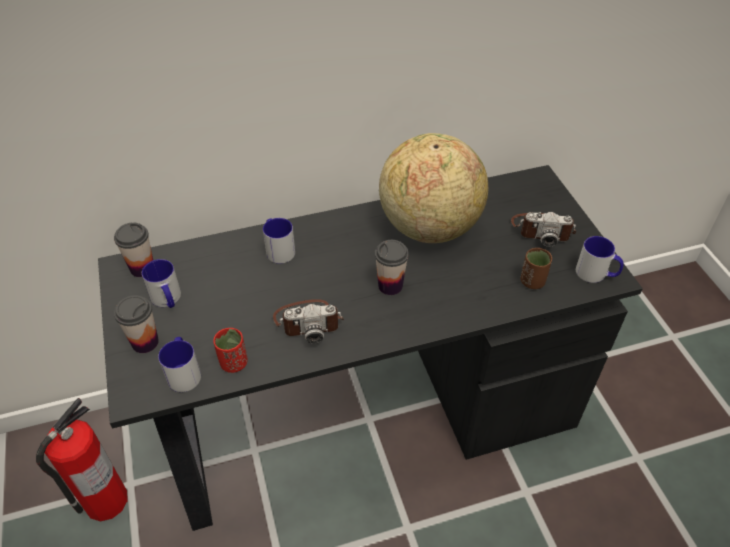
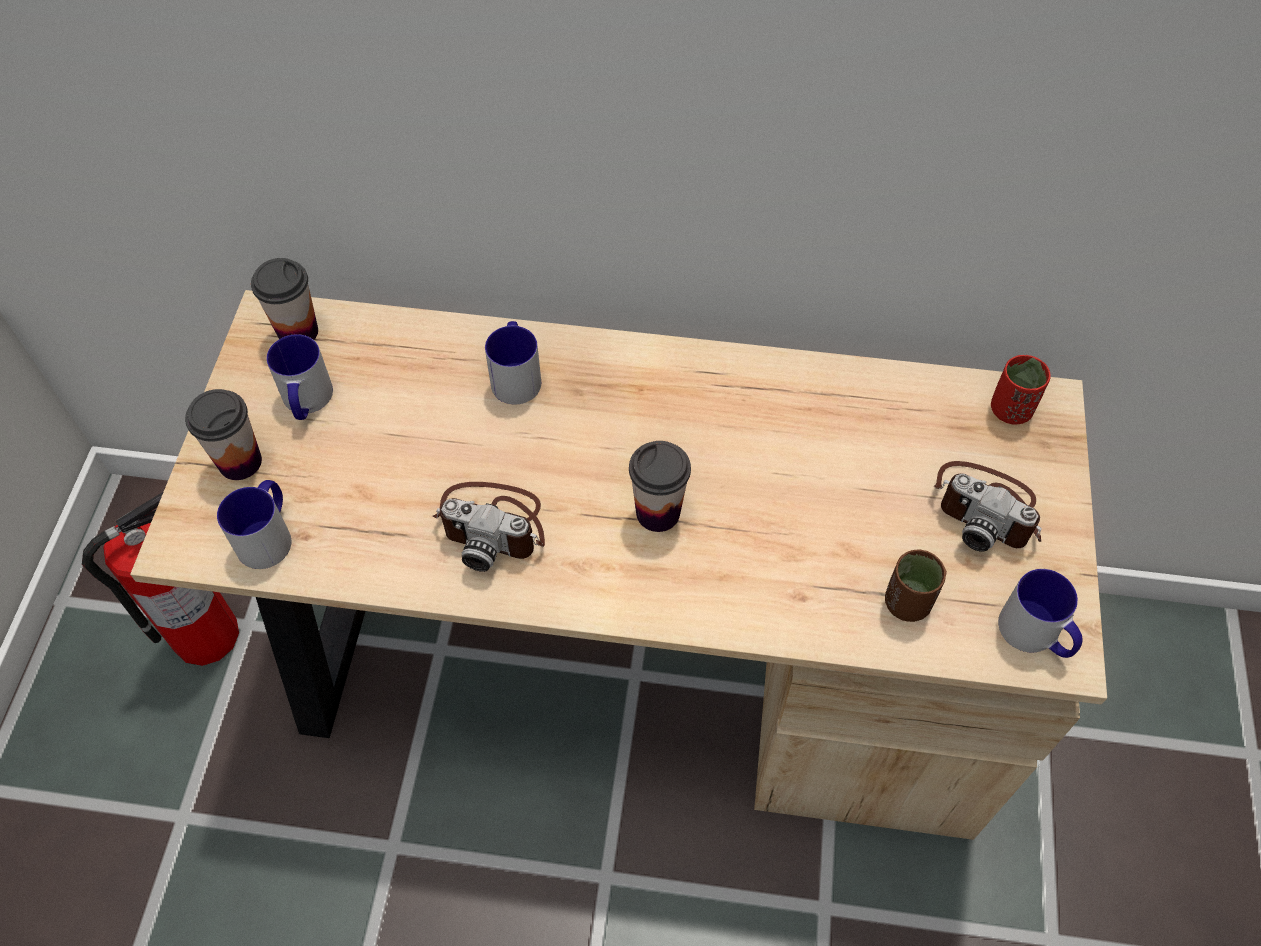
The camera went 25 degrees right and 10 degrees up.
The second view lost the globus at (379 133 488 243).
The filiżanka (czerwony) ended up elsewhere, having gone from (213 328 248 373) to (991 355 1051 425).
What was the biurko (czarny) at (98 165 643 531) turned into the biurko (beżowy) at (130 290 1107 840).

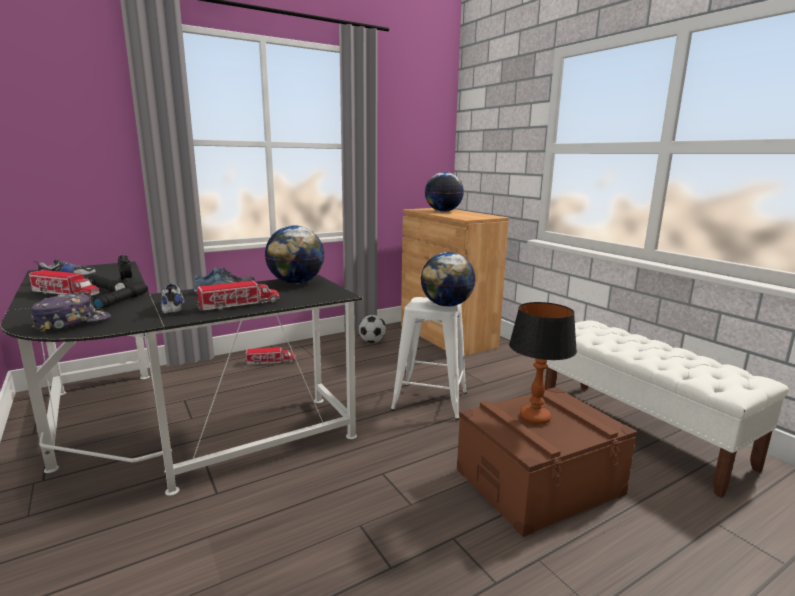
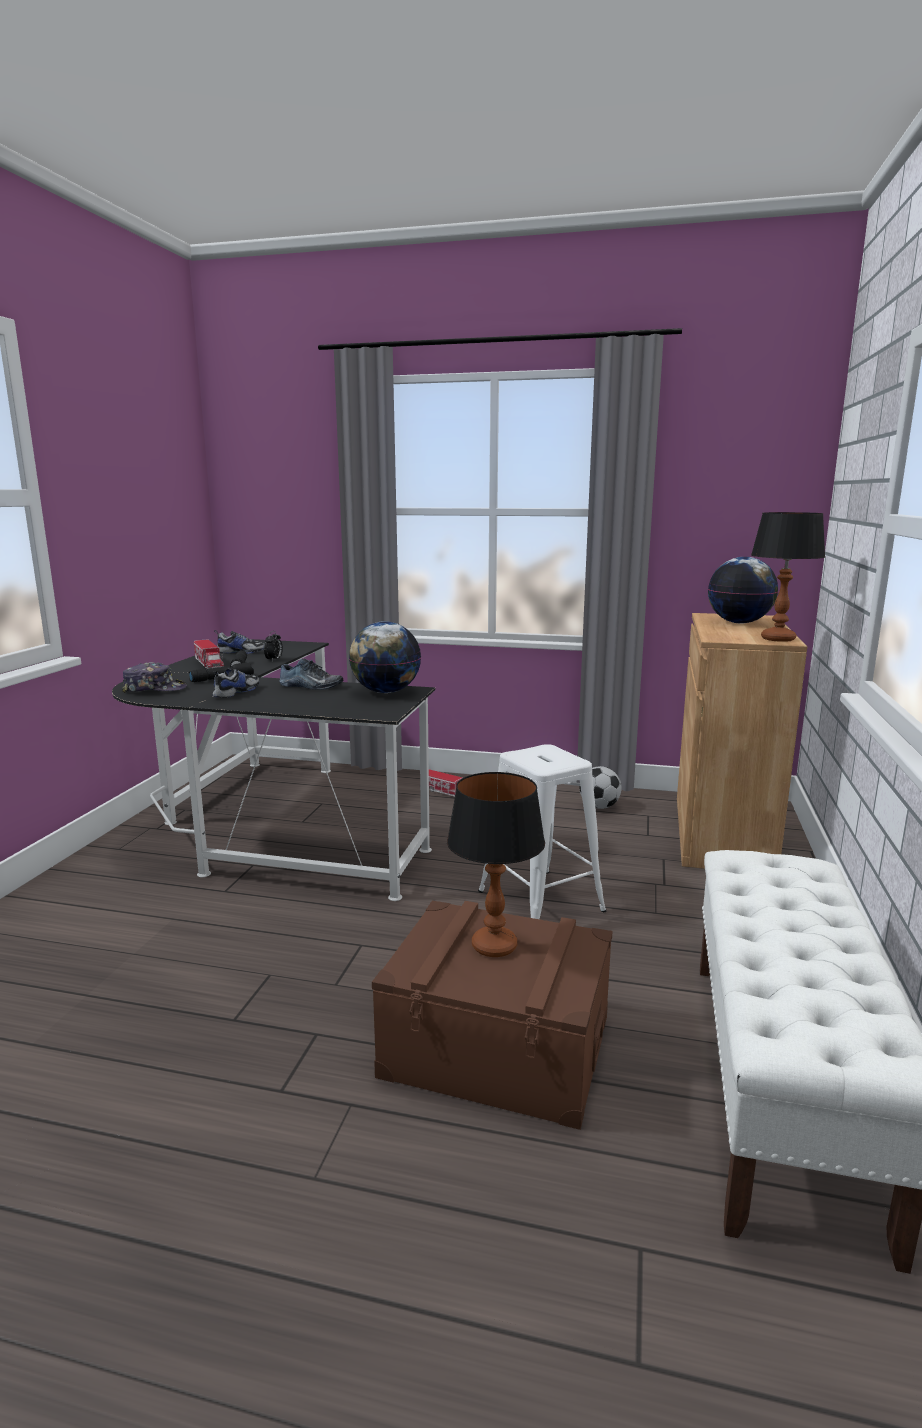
The camera went 45 degrees right and 0 degrees up.
The second view lost the ciężarówka zabawkowa at (196 281 279 311).
The second view lost the globus at (421 252 475 307).
The second view gained the lampa stołowa at (751 512 826 642).

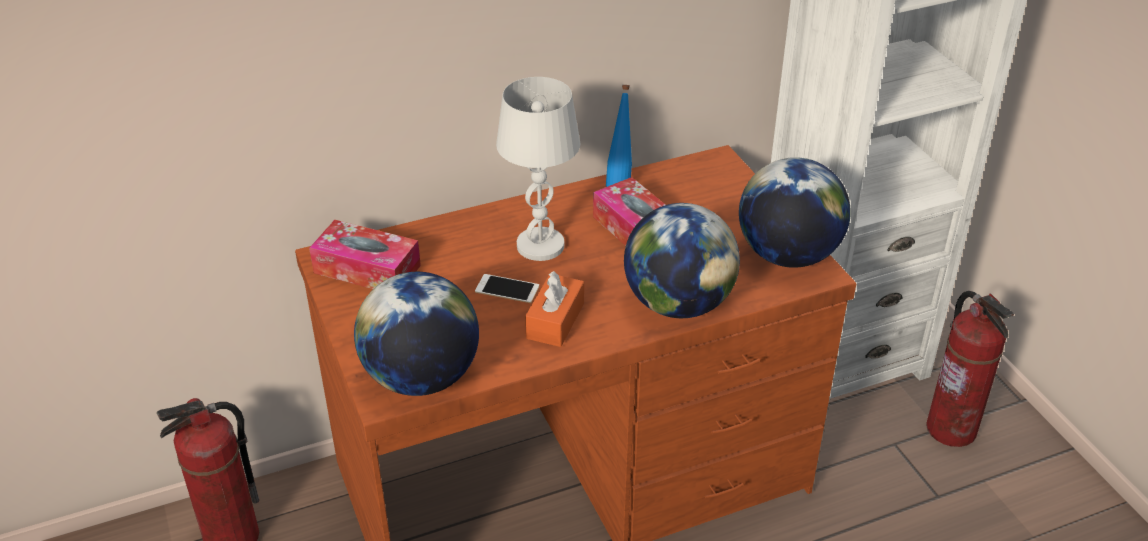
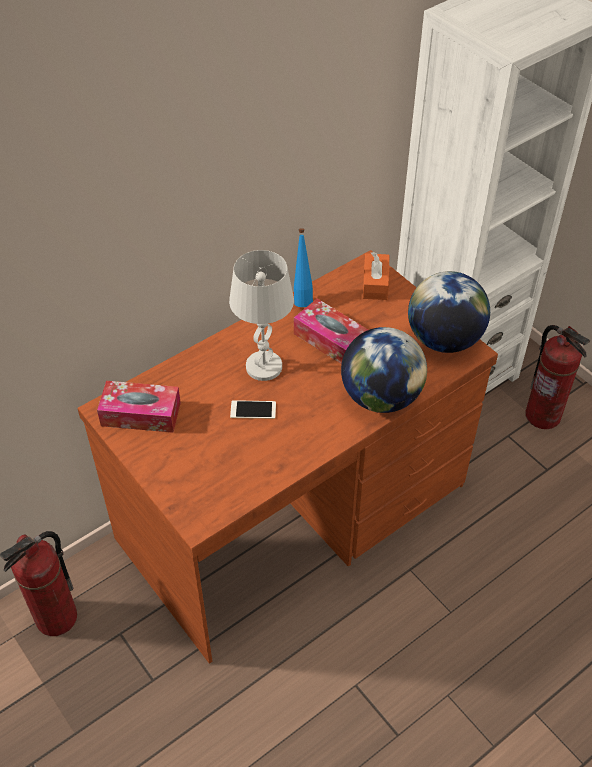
The camera went 15 degrees left and 10 degrees up.
The second view lost the globus at (354 272 479 396).
The pudełko chusteczek (pomarańczowy) ended up elsewhere, having gone from (525 271 584 347) to (363 252 389 300).

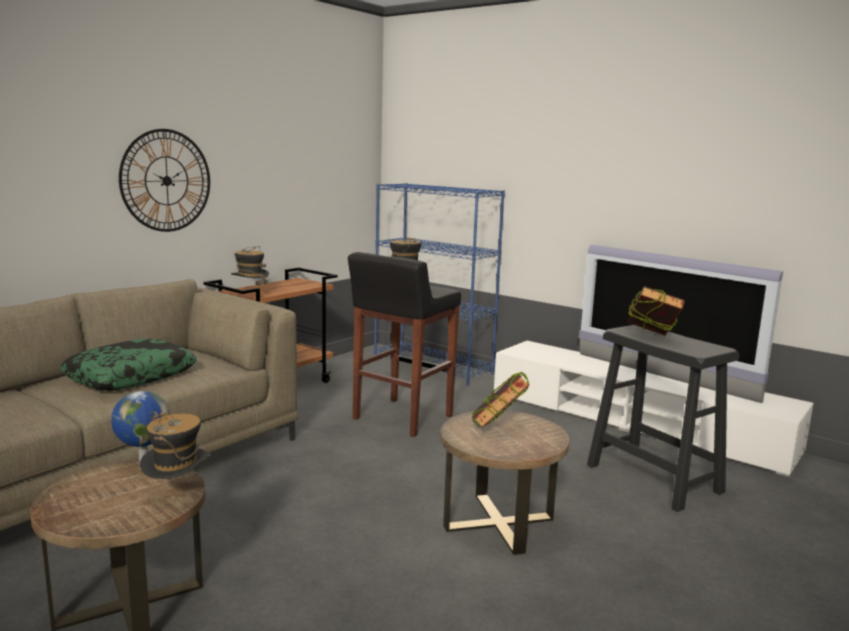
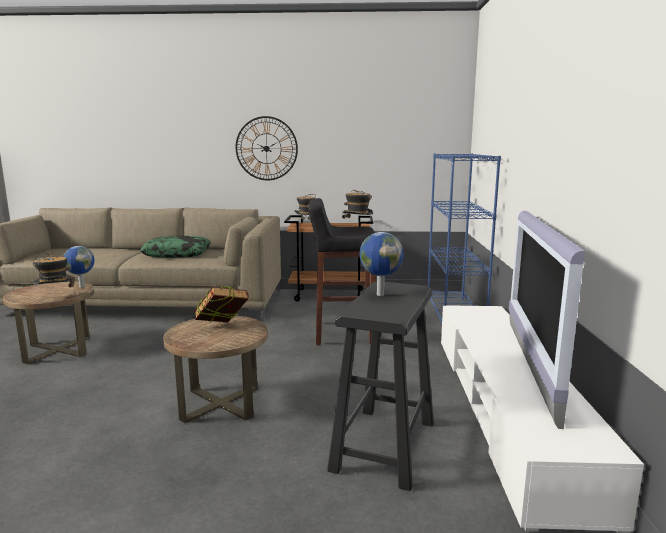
The camera went 55 degrees right and 0 degrees up.
Where the książka stood at (627 286 685 336), the globus came to stand at (360 232 404 296).

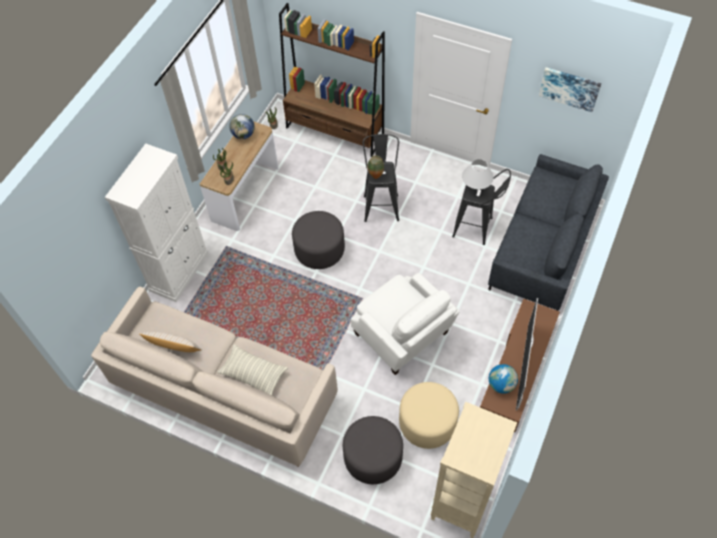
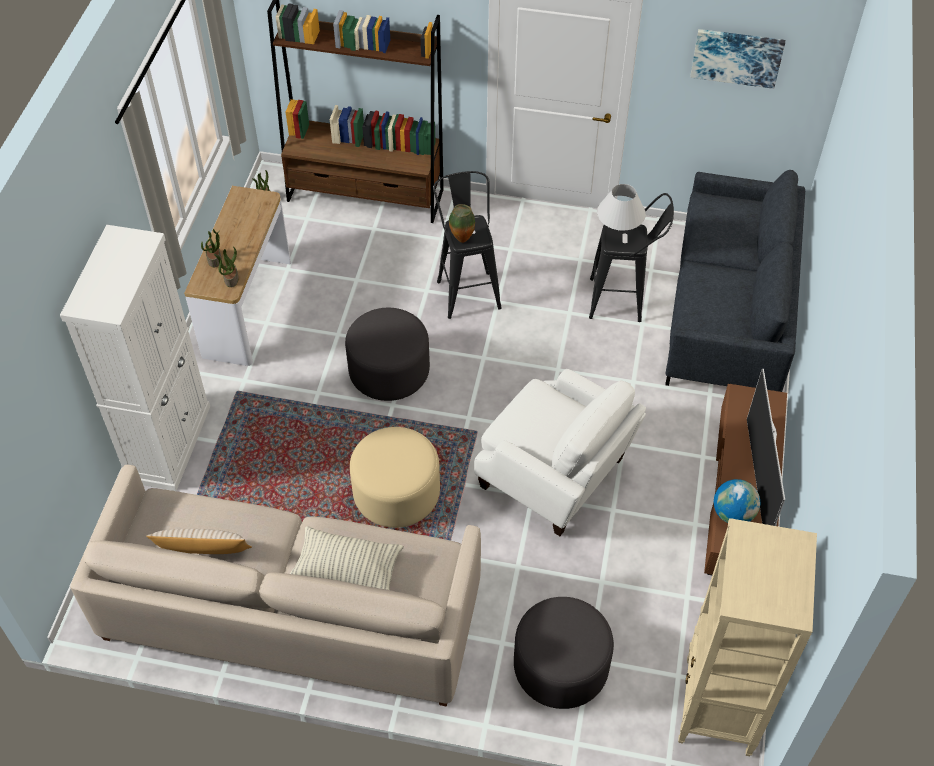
The camera went 15 degrees left and 5 degrees down.
The second view lost the globus at (229 114 255 139).
The pufa (beżowy) ended up elsewhere, having gone from (399 382 459 449) to (350 427 440 528).

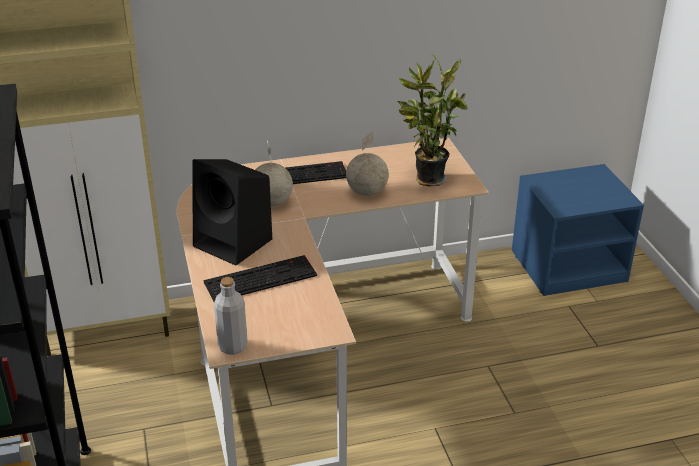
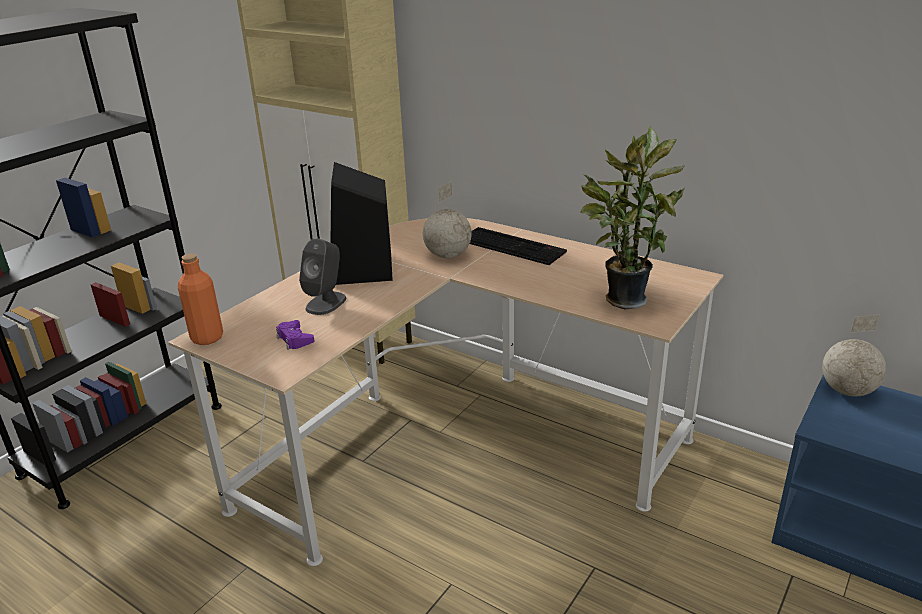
The camera went 50 degrees right and 5 degrees down.
The second view gained the pad do gier (fioletowy) at (276 320 314 350).
The globus ended up elsewhere, having gone from (346 131 389 196) to (822 314 886 396).
Where the klawiatura stood at (204 255 317 302), the głośnik (szary) came to stand at (299 238 346 315).
What was the butelka (szary) at (214 277 248 355) turned into the butelka (pomarańczowy) at (178 253 223 345).

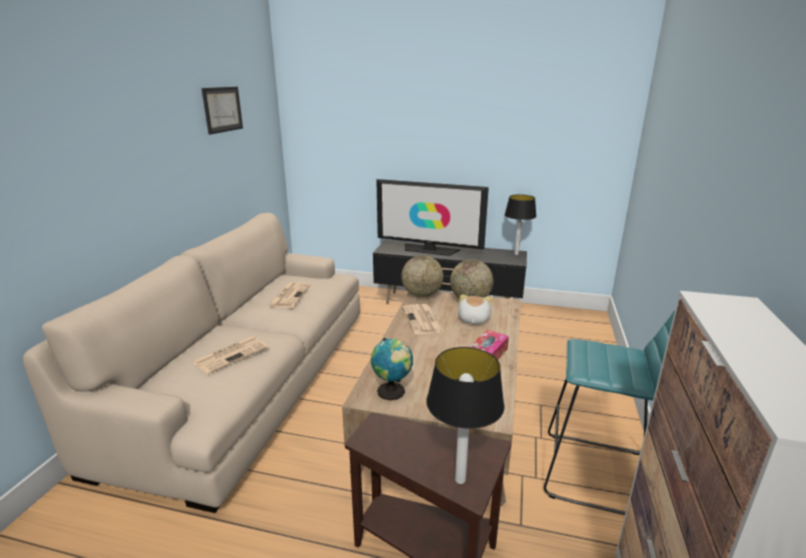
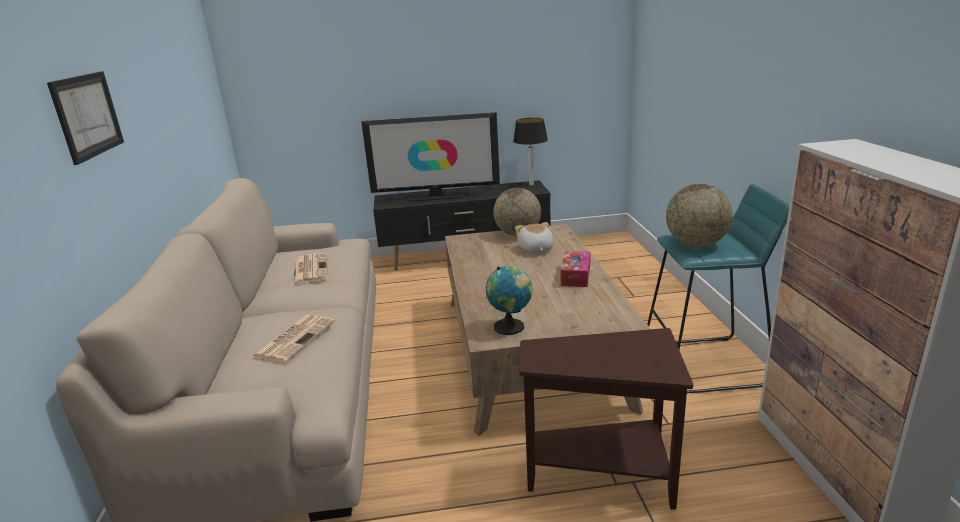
The camera went 20 degrees left and 0 degrees up.
The second view lost the gazeta at (403 304 444 335).
The second view lost the lampa stołowa at (426 347 504 484).
The obraz ended up elsewhere, having gone from (201 87 243 135) to (47 71 124 165).
The globus ended up elsewhere, having gone from (401 255 443 298) to (666 184 733 247).

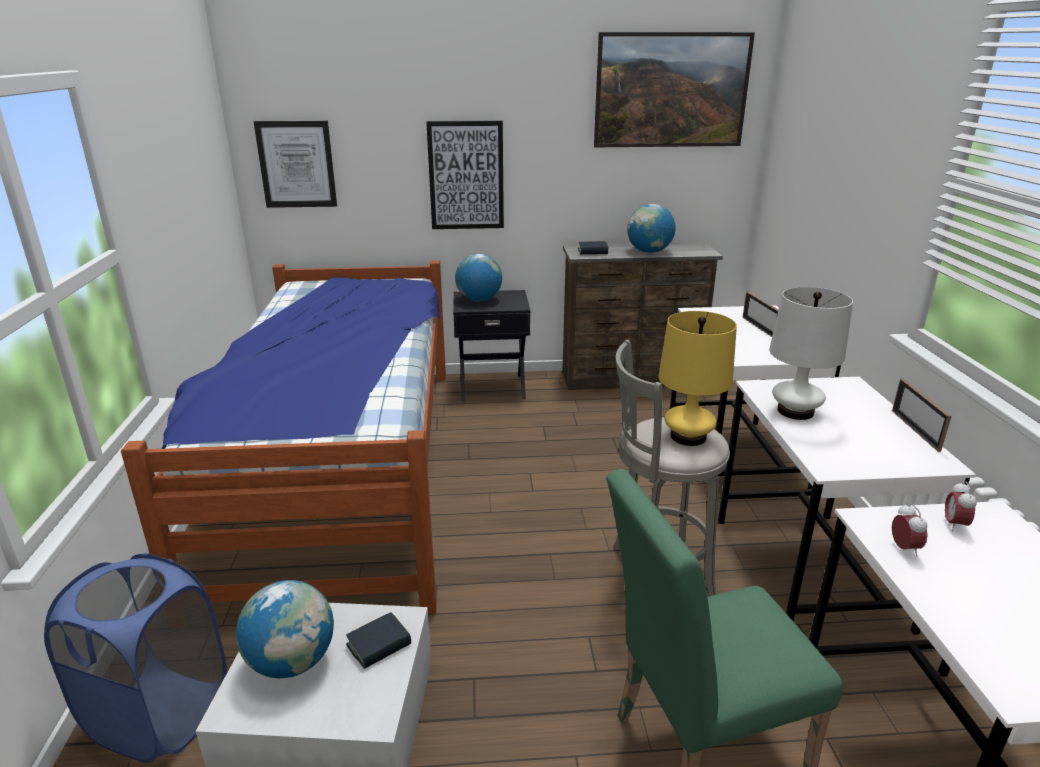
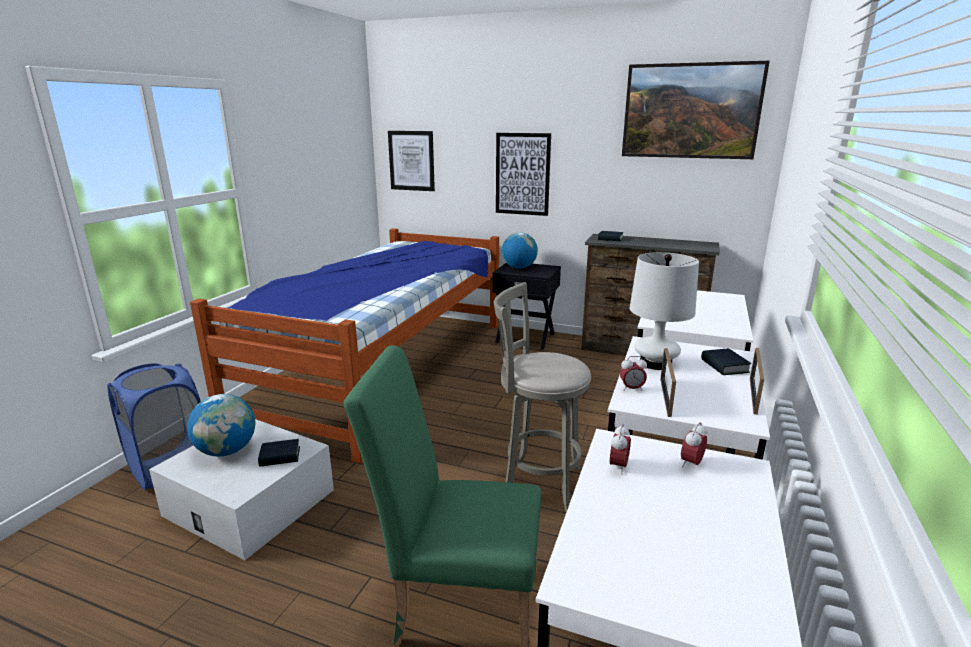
The camera went 25 degrees right and 5 degrees down.
The second view lost the globus at (627 204 676 253).
The second view lost the lampa stołowa (żółty) at (658 311 737 446).
The second view gained the budzik at (620 356 647 391).
The second view gained the książka at (701 349 752 375).
The ramka na zdjęcie ended up elsewhere, having gone from (743 291 779 337) to (660 348 676 417).

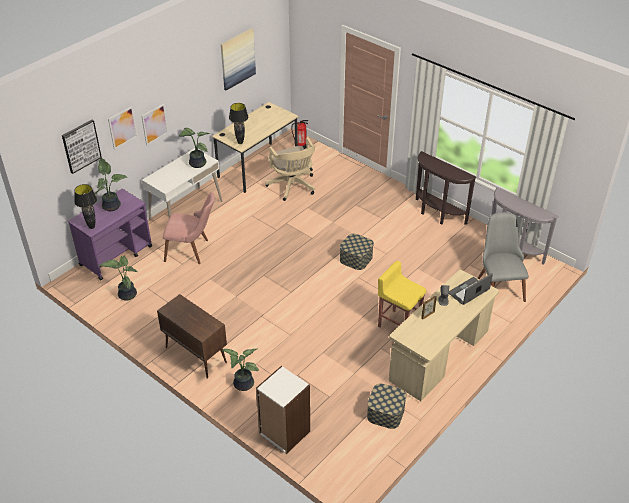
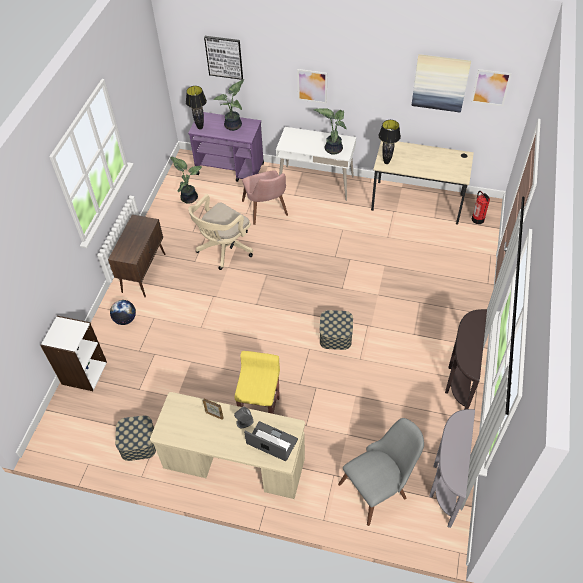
The camera went 65 degrees right and 10 degrees up.
The obraz ended up elsewhere, having gone from (108 106 138 150) to (471 69 512 106).
The krzesło biurowe (beżowy) ended up elsewhere, having gone from (265 137 315 201) to (188 194 253 270).
Where the roślina doniczkowa stood at (221 349 259 391), the globus came to stand at (110 300 136 325).

